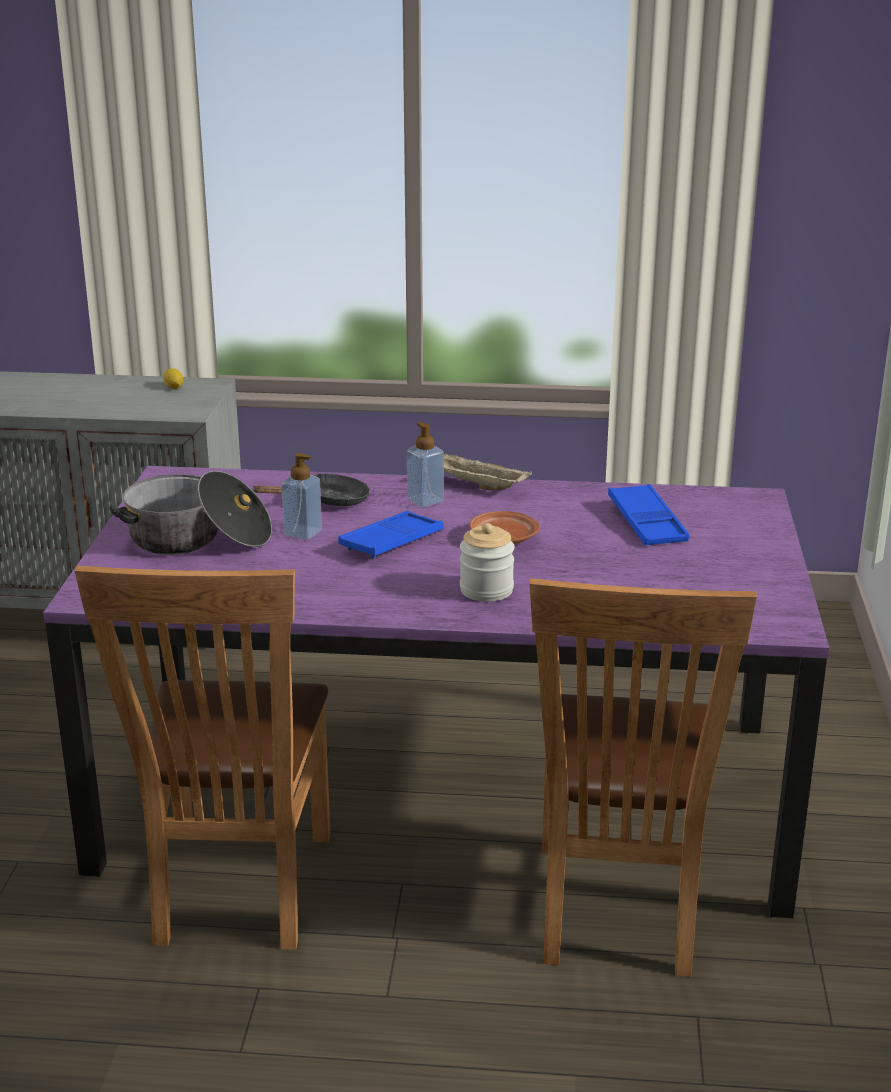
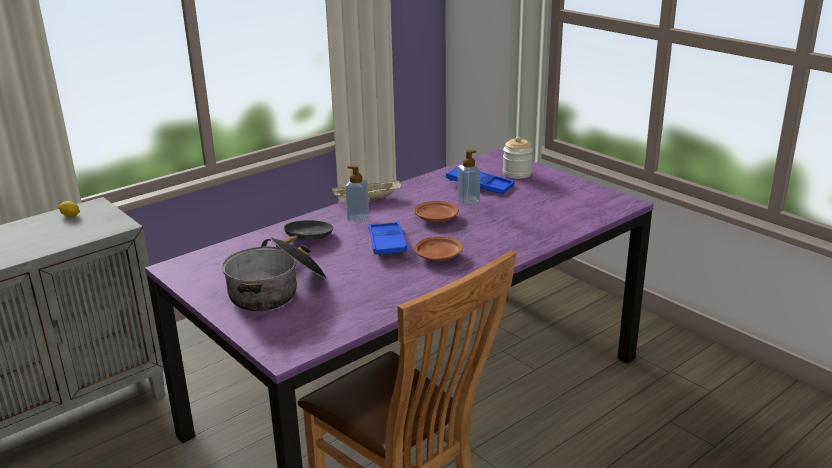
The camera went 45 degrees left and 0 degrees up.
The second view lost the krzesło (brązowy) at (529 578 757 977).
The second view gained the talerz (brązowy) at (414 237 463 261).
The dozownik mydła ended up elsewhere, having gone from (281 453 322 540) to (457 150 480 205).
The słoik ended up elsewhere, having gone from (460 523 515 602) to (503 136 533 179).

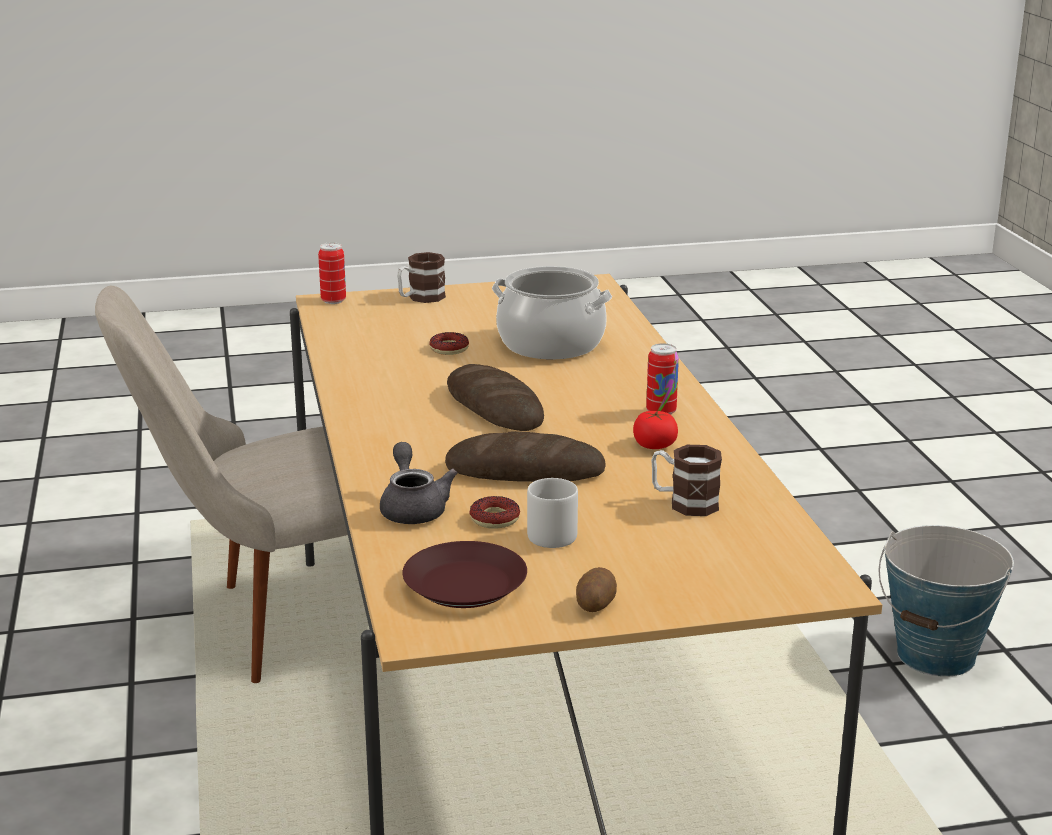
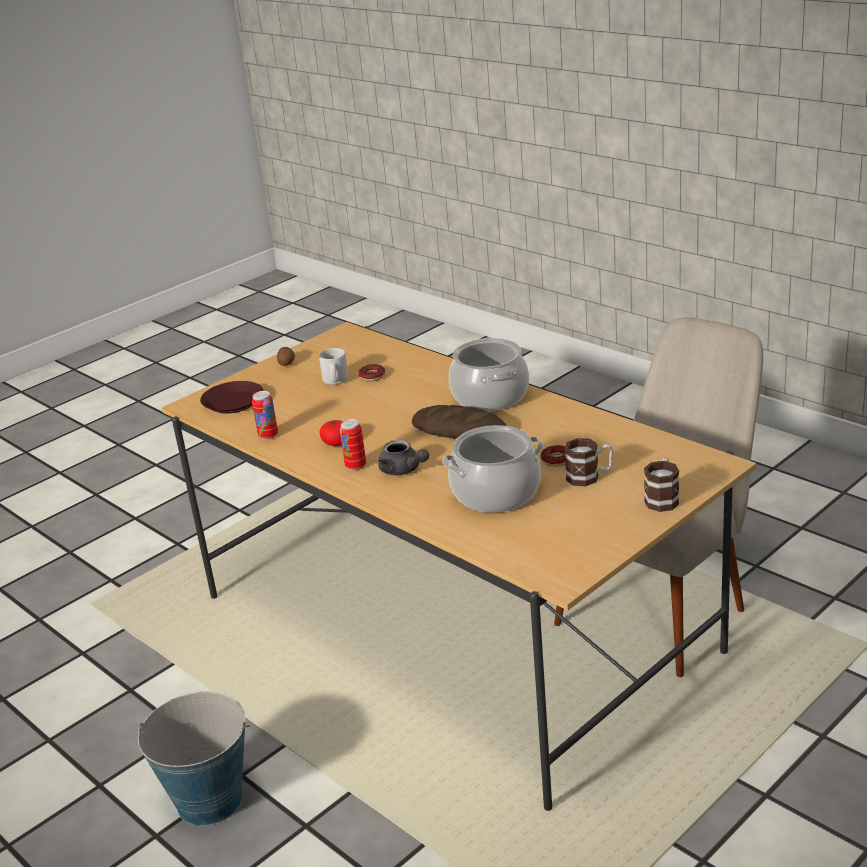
The camera went 150 degrees right and 5 degrees up.
The second view lost the chleb at (445 431 606 482).
The second view gained the garnek at (449 338 529 411).
The puszka ended up elsewhere, having gone from (318 242 346 304) to (252 391 278 440).
The imbryk (szary) ended up elsewhere, having gone from (380 442 458 524) to (378 440 429 475).
The talerz (brązowy) ended up elsewhere, having gone from (402 541 527 608) to (200 381 263 413).
The kubek ended up elsewhere, having gone from (651 445 722 516) to (565 438 613 486).

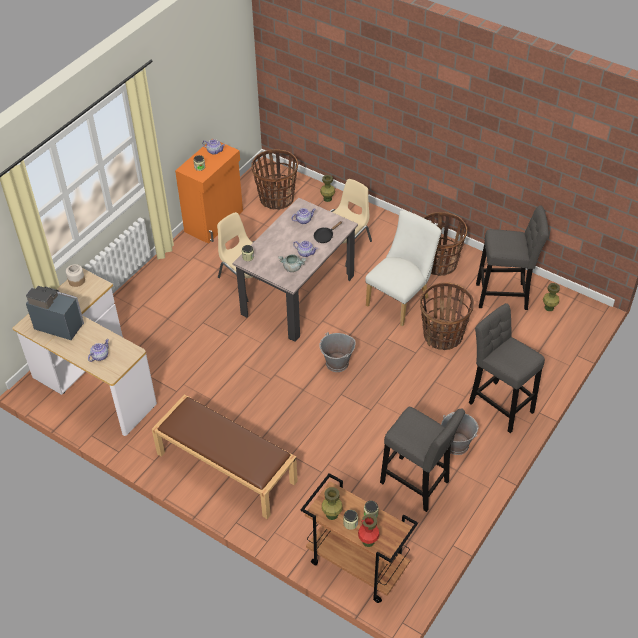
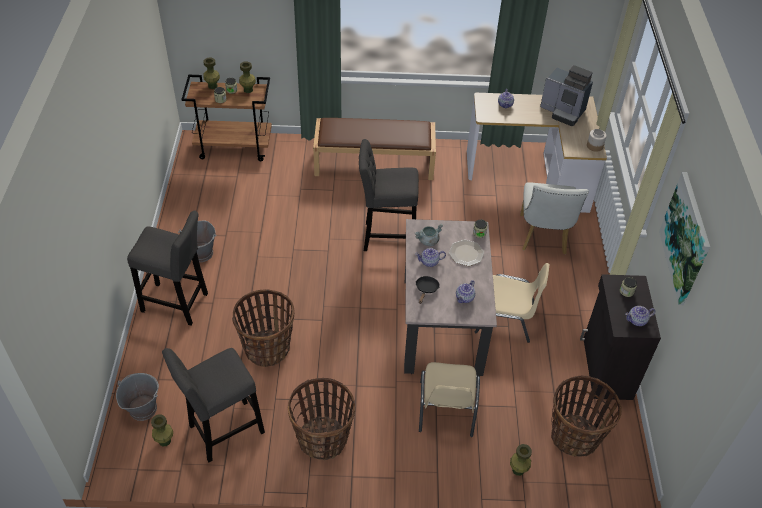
The camera went 145 degrees right and 0 degrees up.
The second view gained the talerz at (449 239 484 266).
The second view gained the obraz at (659 172 710 305).
The wiadro (szary) ended up elsewhere, having gone from (319 332 356 372) to (116 373 159 421).
The krzesło (biały) ended up elsewhere, having gone from (366 210 441 326) to (520 182 589 254).
The stołek (szary) ended up elsewhere, having gone from (380 407 465 512) to (359 139 419 251).
What was the szafka (pomarańczowy) at (175 139 243 243) turned into the szafka (czarny) at (580 274 661 400).
What was the wazon (czerwony) at (358 514 380 547) turned into the wazon (zielony) at (203 57 220 89).
The ekspres do kawy at (26 286 84 340) ended up facing another way, 45 degrees clockwise from before.

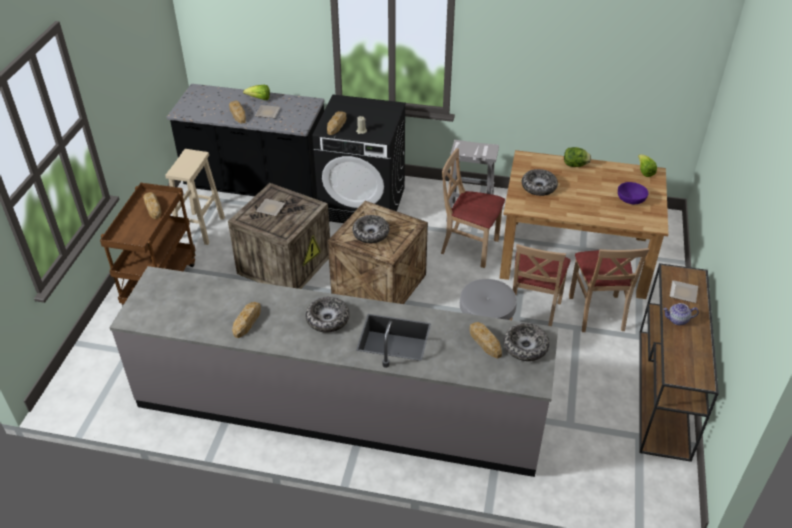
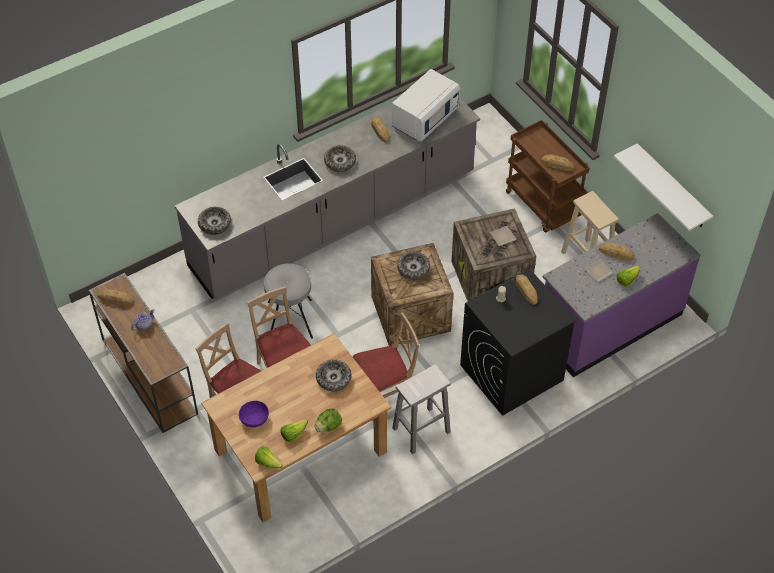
The camera went 135 degrees right and 10 degrees up.
The second view lost the talerz at (669 280 698 303).
The second view gained the sałata at (280 419 308 443).
The second view gained the mikrofalówka (biały) at (392 69 460 142).
The second view gained the półka (biały) at (614 143 713 231).
The chleb ended up elsewhere, having gone from (469 322 502 359) to (97 289 133 306).
What was the zabudowa kuchenna (czarny) at (167 84 324 199) turned into the zabudowa kuchenna (fioletowy) at (543 213 701 377).

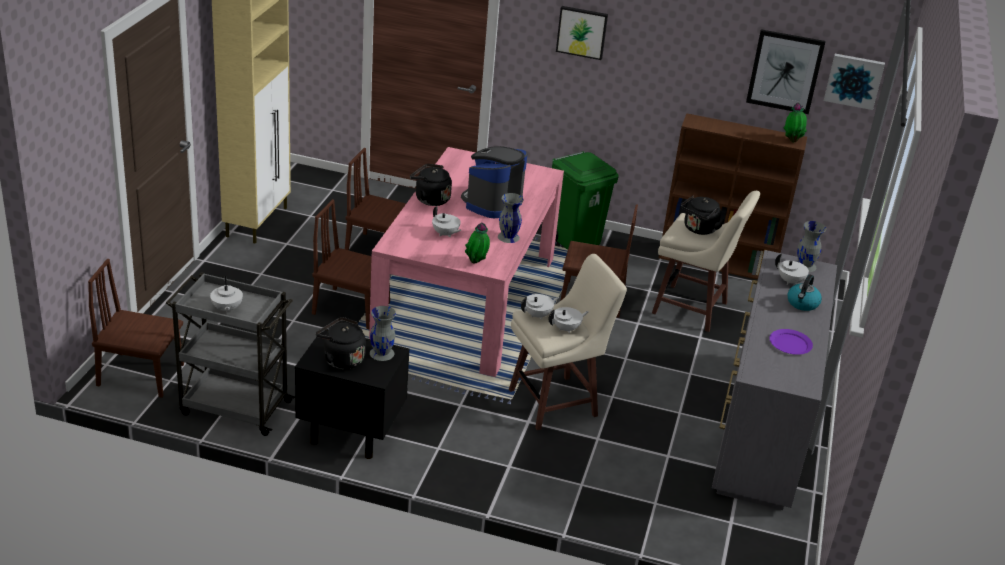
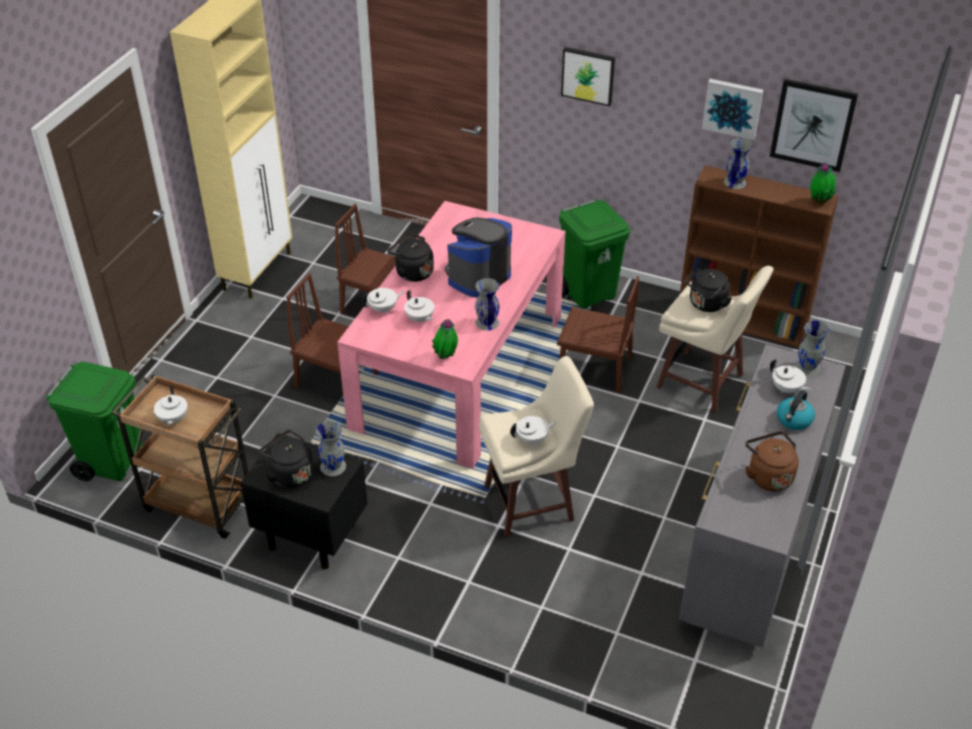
The camera went 10 degrees right and 10 degrees up.
The second view gained the wazon (szary) at (724 138 753 189).
The imbryk (biały) ended up elsewhere, having gone from (521 294 559 320) to (362 288 404 314).
The obraz ended up elsewhere, having gone from (824 54 885 110) to (702 79 764 140).
Where the krzesło (brązowy) stood at (88 259 184 398), the kosz na śmieci (zielony) came to stand at (45 362 142 482).
Where the talerz (fioletowy) stood at (769 329 813 355), the czajnik (brązowy) came to stand at (745 431 799 492).
What was the wózek (szary) at (166 272 295 436) turned into the wózek (brązowy) at (112 374 249 539).

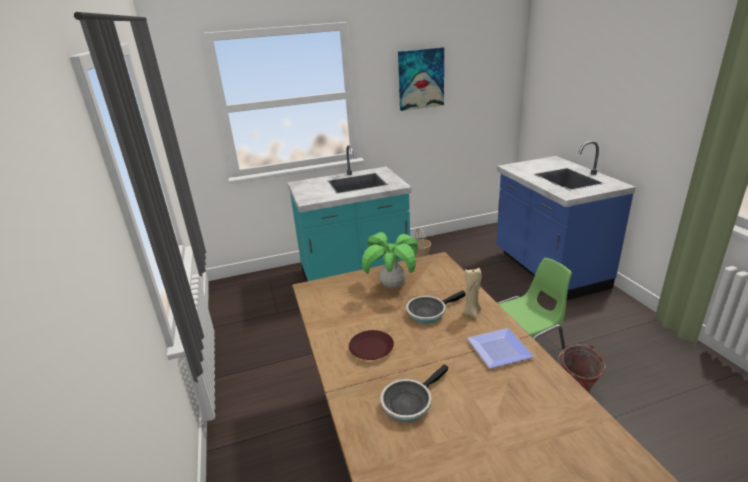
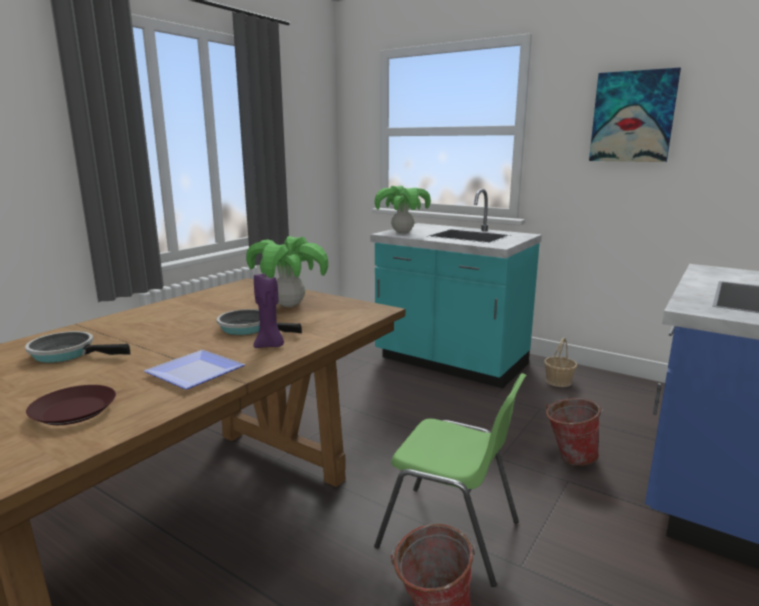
The camera went 50 degrees right and 10 degrees down.
The second view gained the roślina doniczkowa at (375 186 431 233).
The second view gained the wiadro at (546 398 603 466).
The talerz (brązowy) ended up elsewhere, having gone from (349 330 394 360) to (26 385 116 425).
What was the świeca (beżowy) at (463 268 481 318) turned into the świeca (fioletowy) at (254 273 284 348).

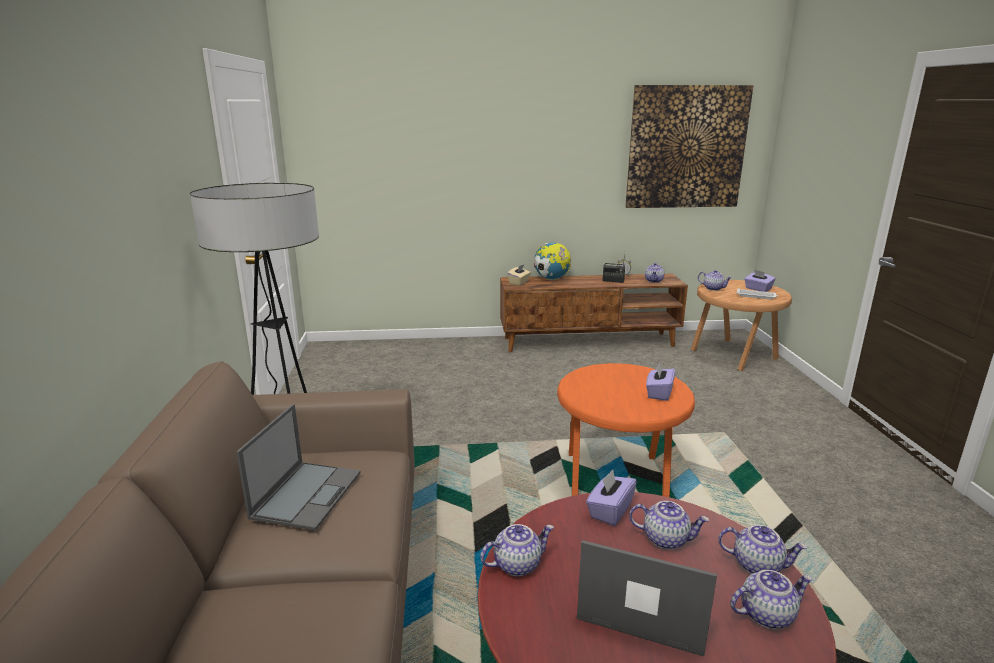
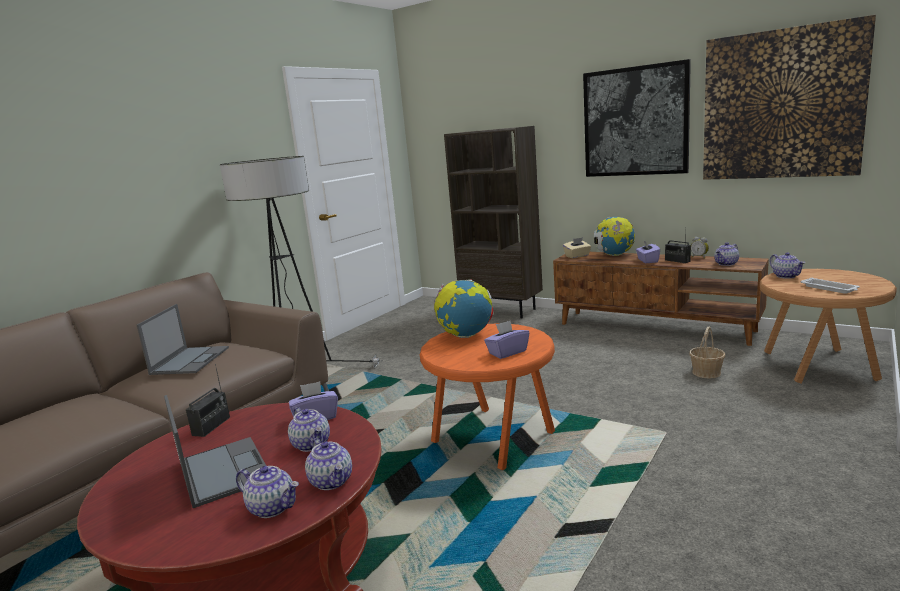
The camera went 40 degrees right and 5 degrees down.
The second view gained the globus at (434 279 494 338).
The second view gained the regał (brązowy) at (444 126 543 318).
The second view gained the obraz at (583 59 691 177).
The second view gained the koszyk at (689 327 725 379).
The pudełko chusteczek (fioletowy) ended up elsewhere, having gone from (744 270 775 292) to (636 241 660 263).
Where the imbryk stood at (480 524 554 576), the radio came to stand at (186 364 230 437).
The laptop at (236 404 361 530) ended up facing another way, 45 degrees counterclockwise from before.

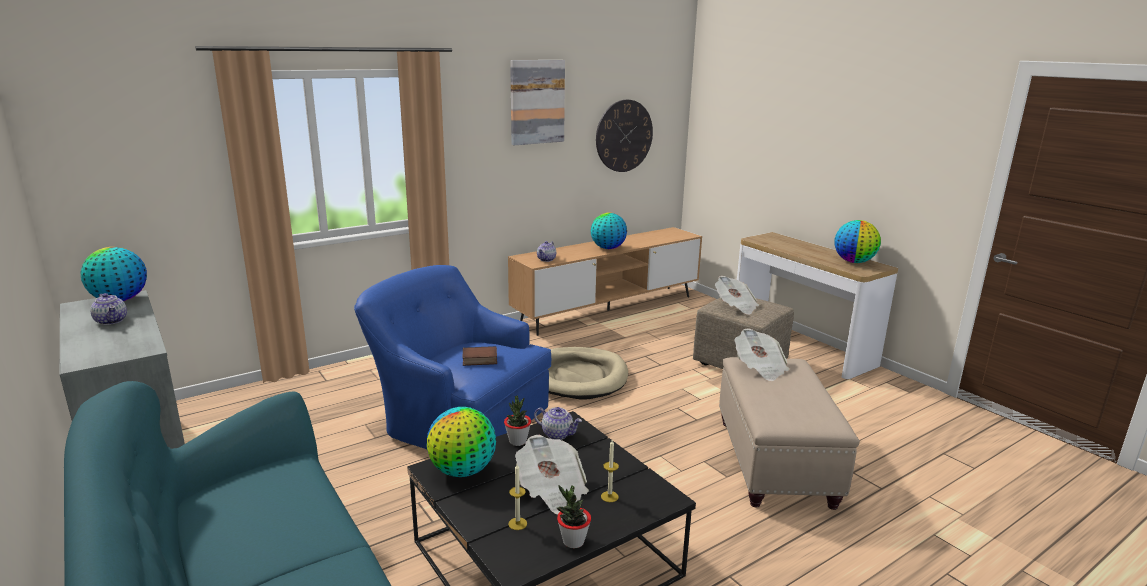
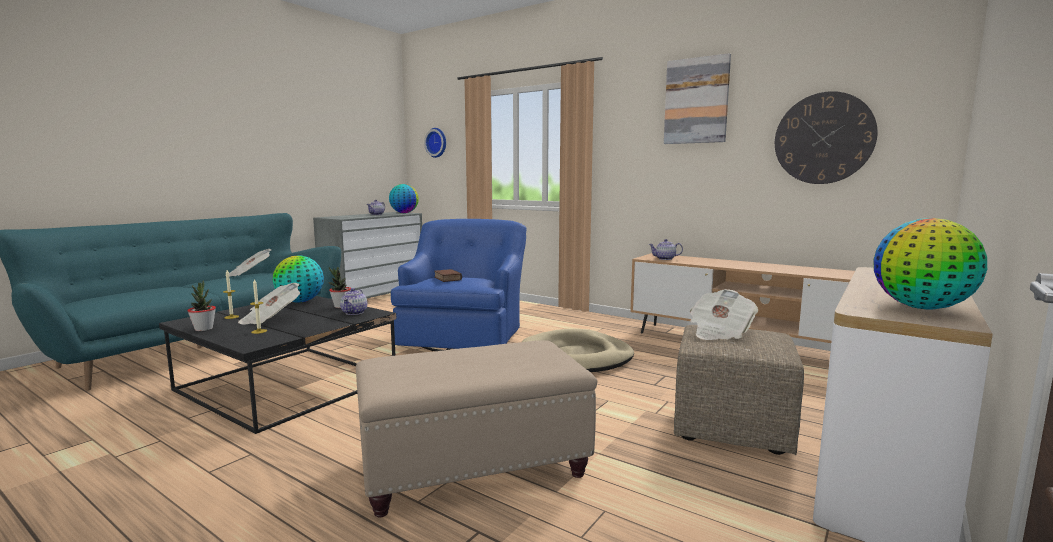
The camera went 70 degrees right and 10 degrees down.
The second view lost the globus at (591 213 627 249).
The second view gained the zegar ścienny at (424 128 446 158).
The gazeta ended up elsewhere, having gone from (734 329 789 381) to (229 249 271 277).

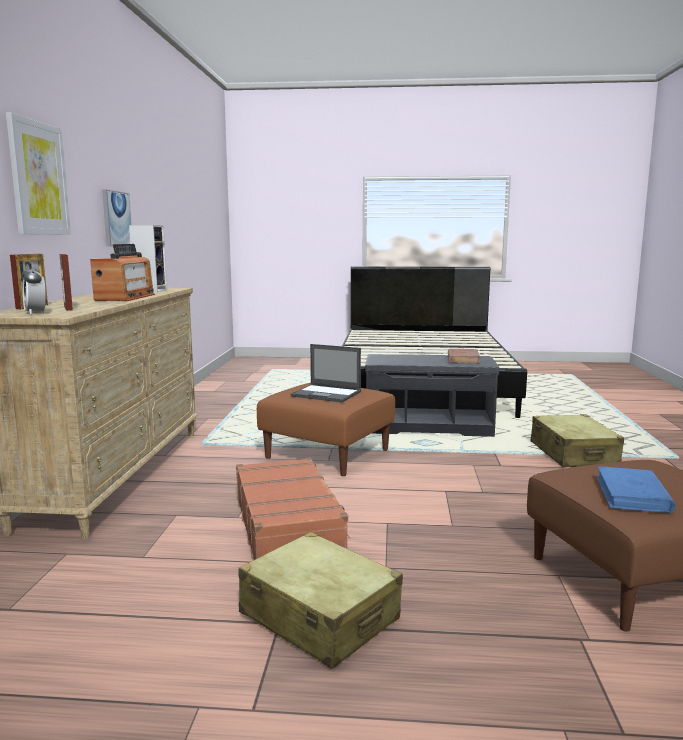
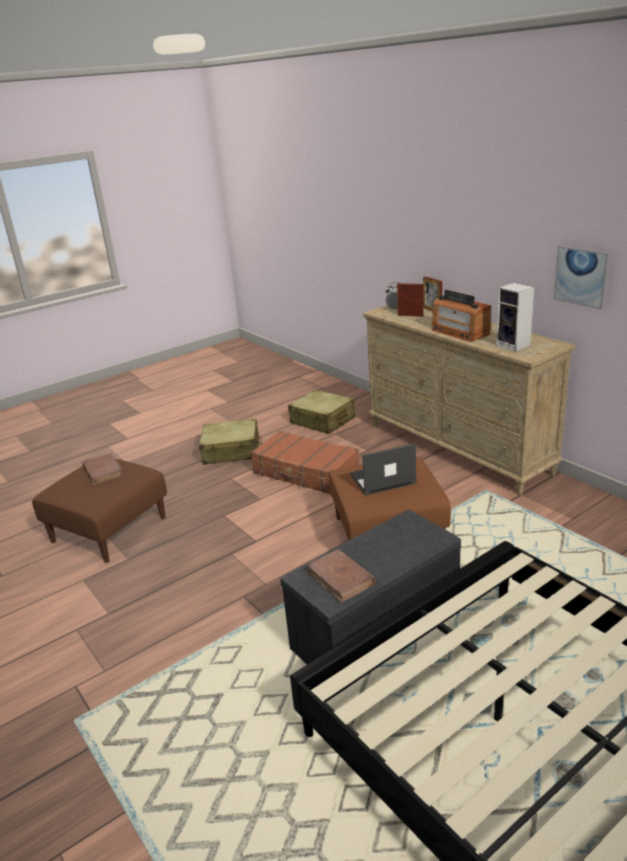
The camera went 140 degrees right and 15 degrees up.
The second view lost the obraz at (6 113 71 235).
The walizka (beżowy) ended up elsewhere, having gone from (531 414 624 467) to (288 390 356 434).
What was the książka (niebieski) at (597 466 675 513) turned into the książka (brązowy) at (82 453 124 485).

